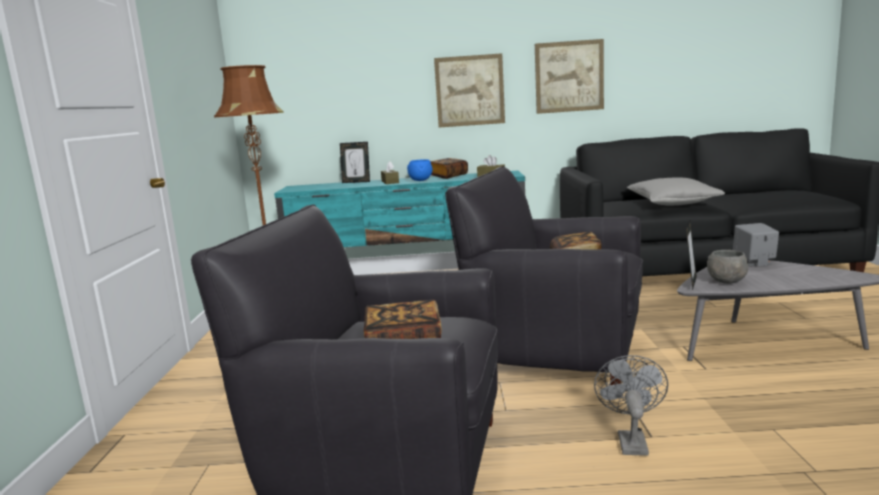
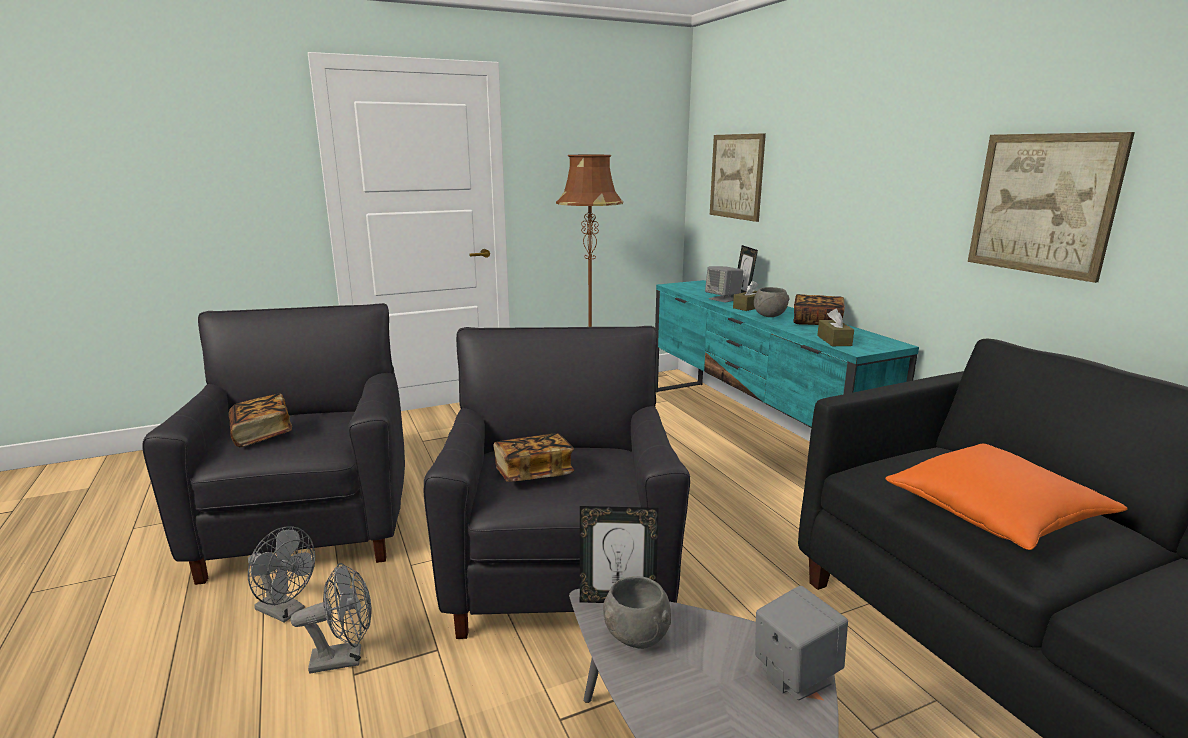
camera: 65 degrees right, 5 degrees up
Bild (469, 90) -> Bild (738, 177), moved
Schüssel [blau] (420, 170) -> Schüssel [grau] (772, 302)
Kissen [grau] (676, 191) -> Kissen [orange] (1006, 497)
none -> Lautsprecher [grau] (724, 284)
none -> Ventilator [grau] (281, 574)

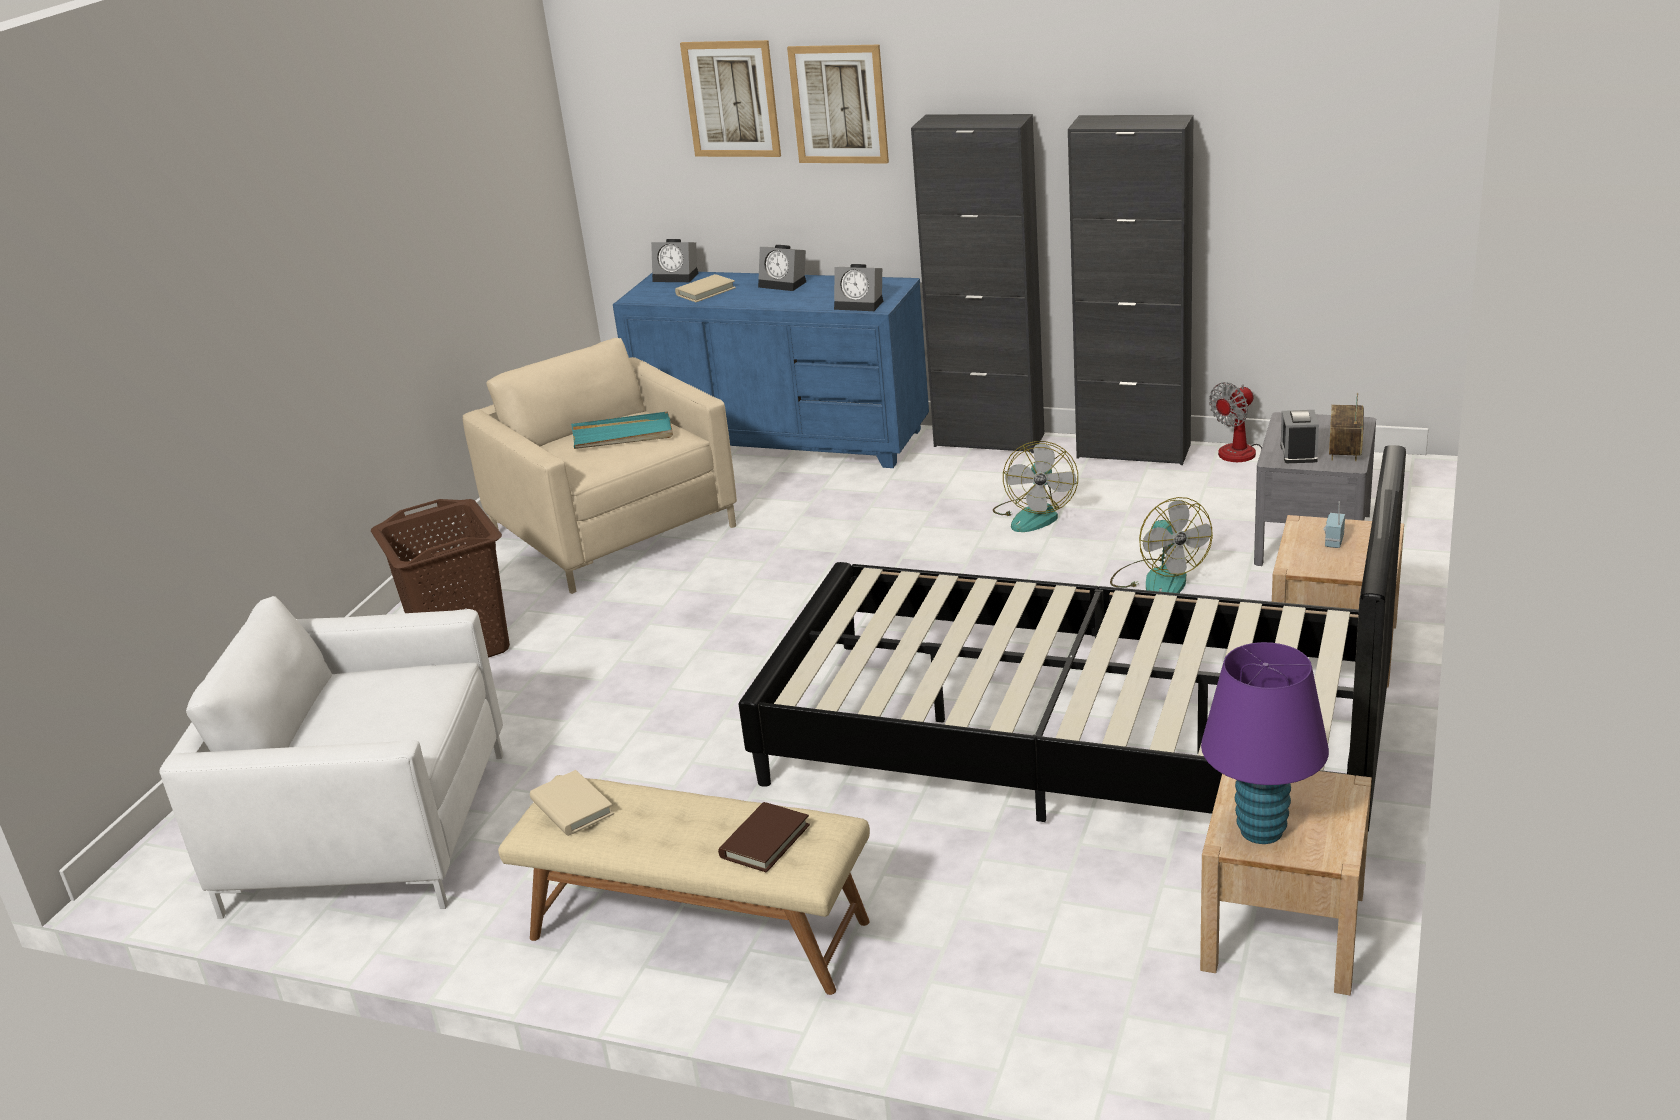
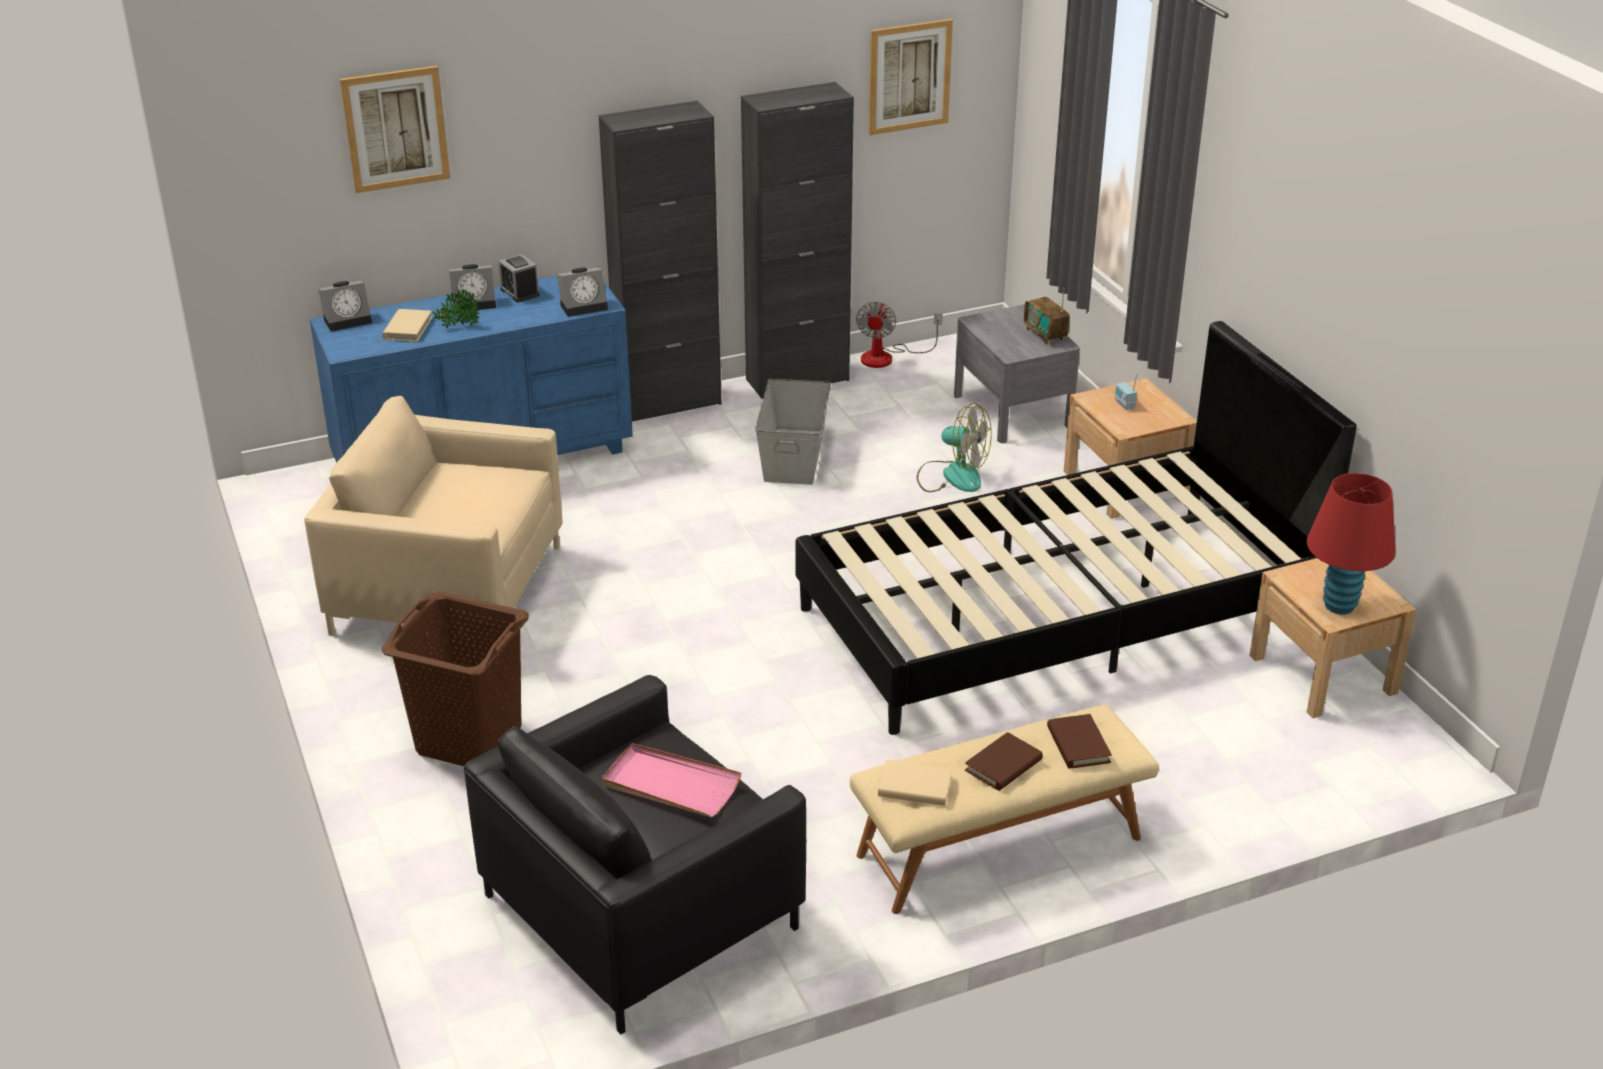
camera: 45 degrees left, 5 degrees up
Bild (838, 104) -> Bild (910, 77), moved
Wecker (1299, 436) -> Wecker (519, 278), moved
Tablett [türkis] (622, 430) -> none
Ventilator (1035, 486) -> Aufbewahrungsbox [grau] (793, 432)
Sessel [weiß] (331, 757) -> Sessel [schwarz] (635, 854)
Tischlampe [lila] (1265, 743) -> Tischlampe [rot] (1351, 543)
none -> Topfpflanze (456, 309)
none -> Buch [braun] (1004, 761)
none -> Tablett [rosa] (671, 780)

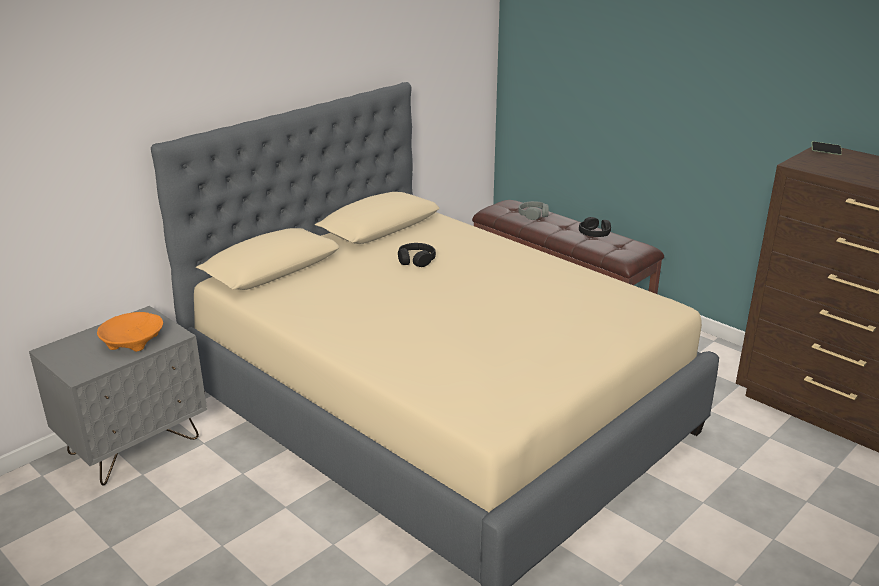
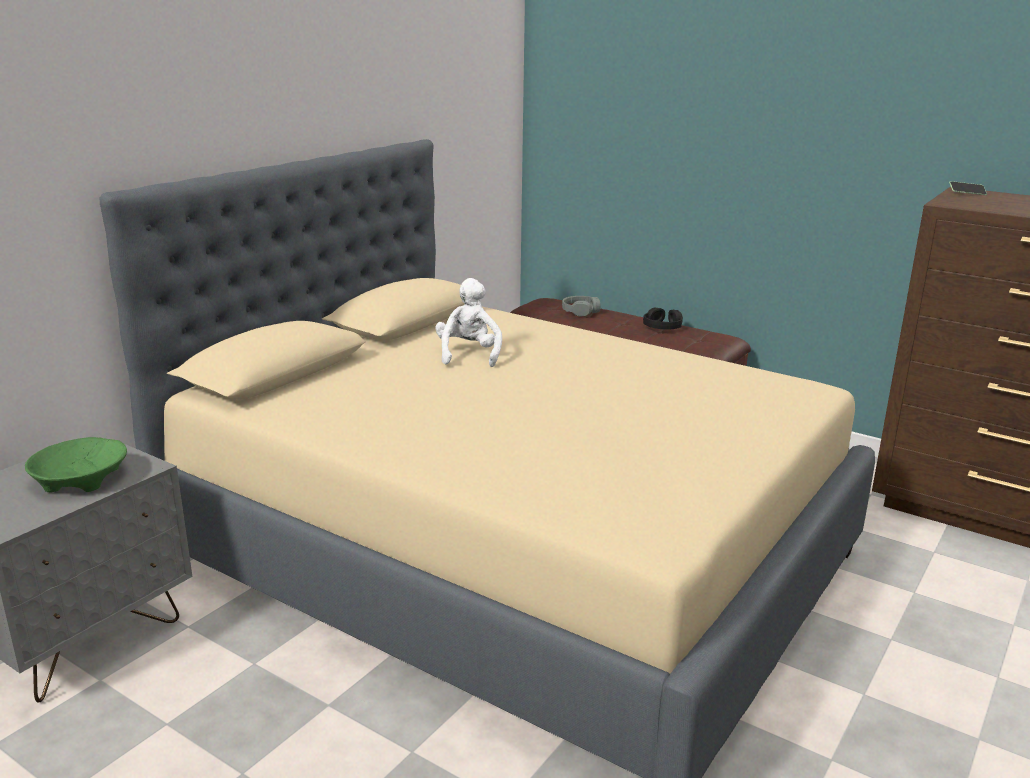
camera: 10 degrees left, 5 degrees down
Kopfhörer [schwarz] (417, 255) -> Plüschtier [weiß] (468, 322)
Schüssel [orange] (130, 332) -> Schüssel [grün] (76, 465)

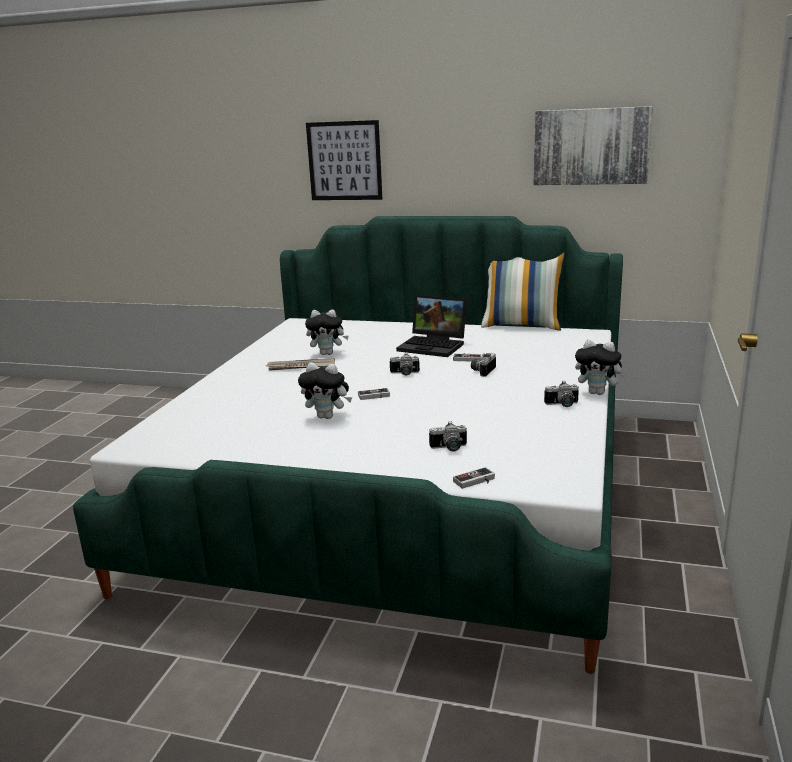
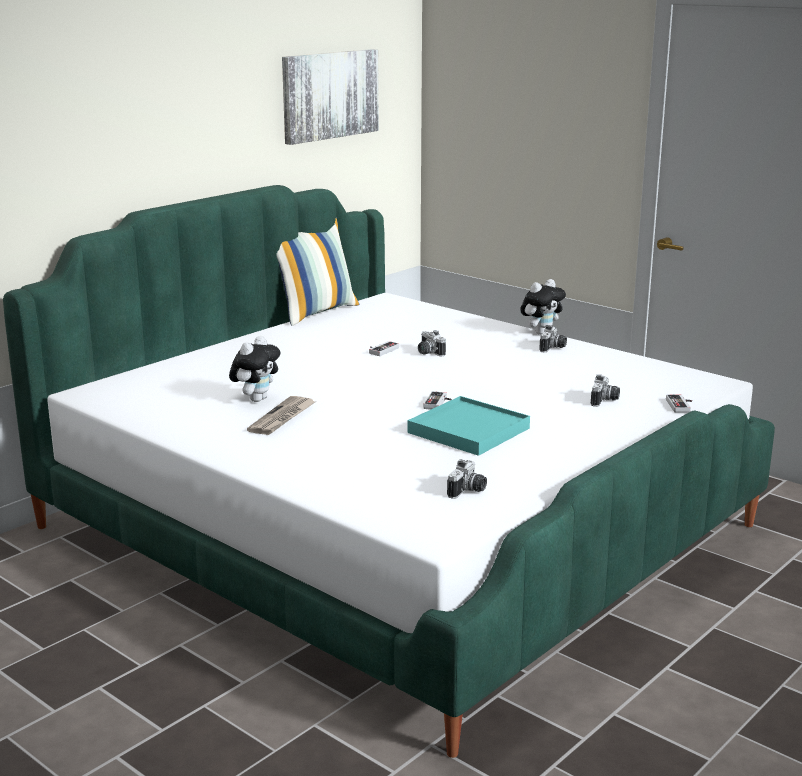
camera: 65 degrees left, 0 degrees up
Bild (344, 160) -> none
Laptop (431, 326) -> none
Kamera (405, 364) -> Kamera (467, 479), moved
Plüschtier (325, 390) -> Tablett [türkis] (469, 426)

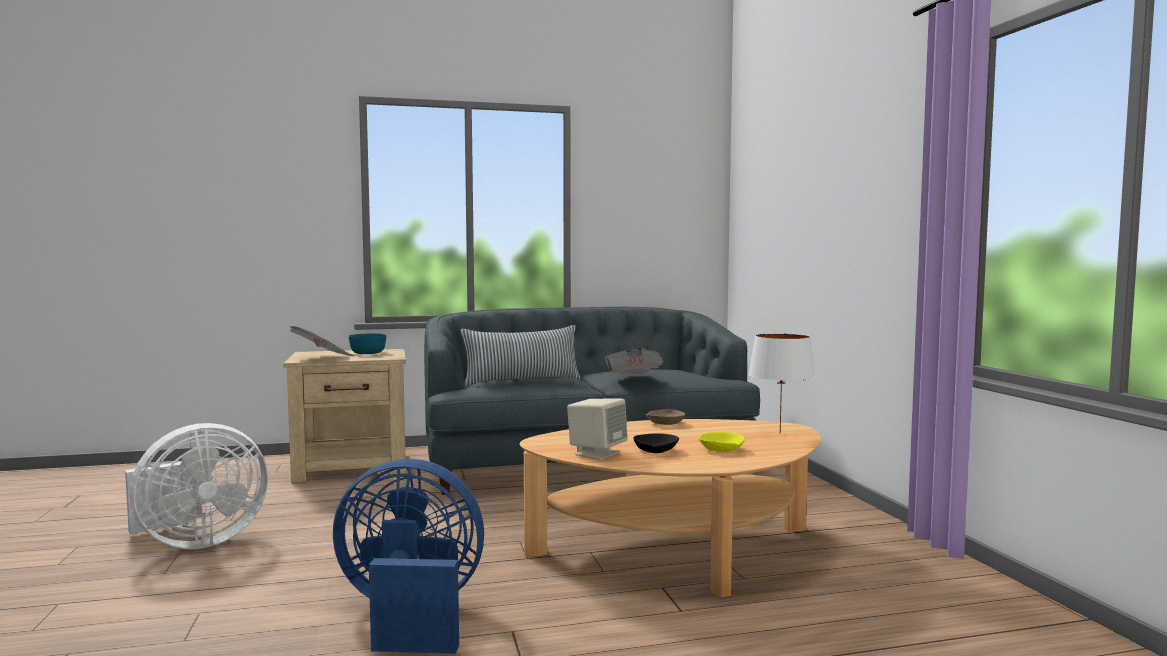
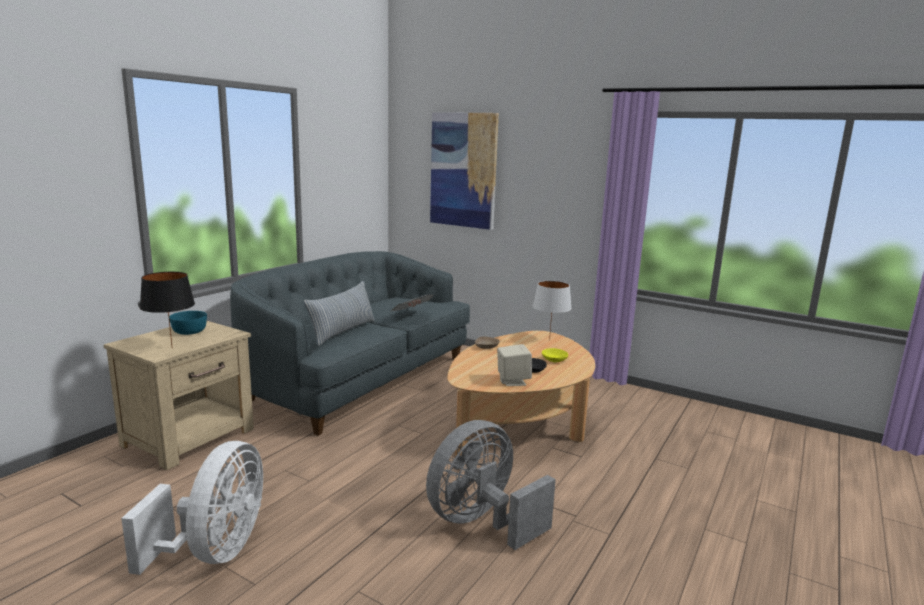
camera: 45 degrees left, 10 degrees up
Zeitung (322, 341) -> Tischlampe [schwarz] (167, 309)
Ventilator [blau] (408, 556) -> Ventilator [grau] (491, 485)
none -> Bild (464, 171)

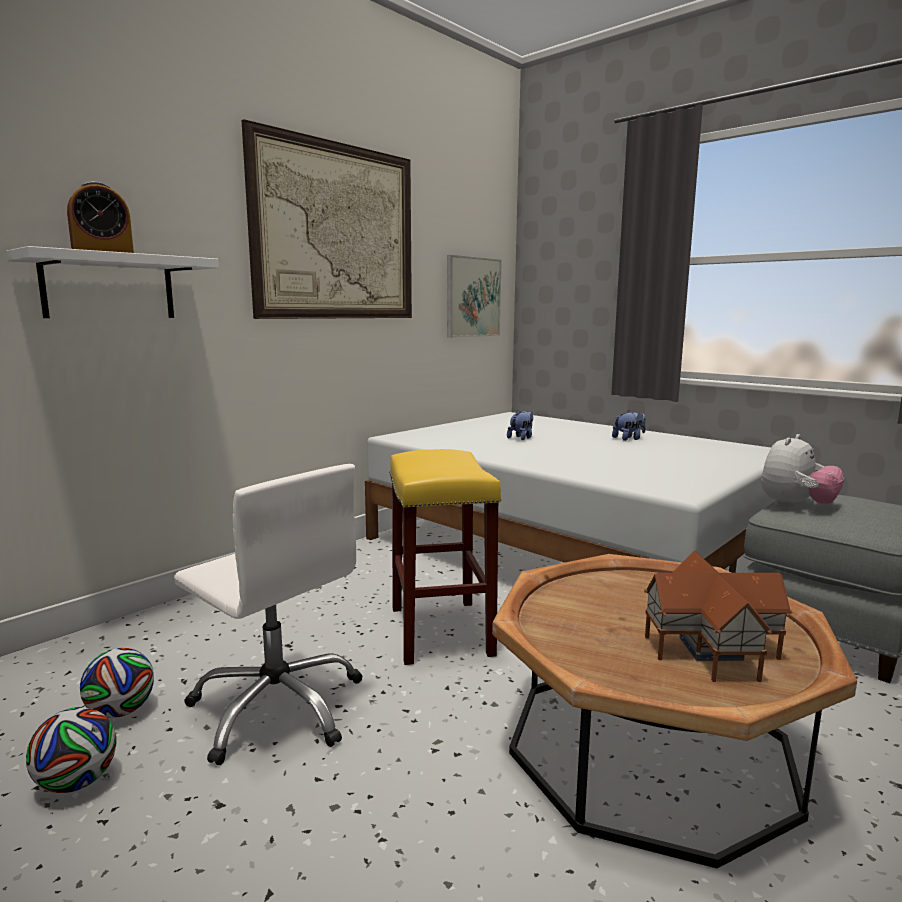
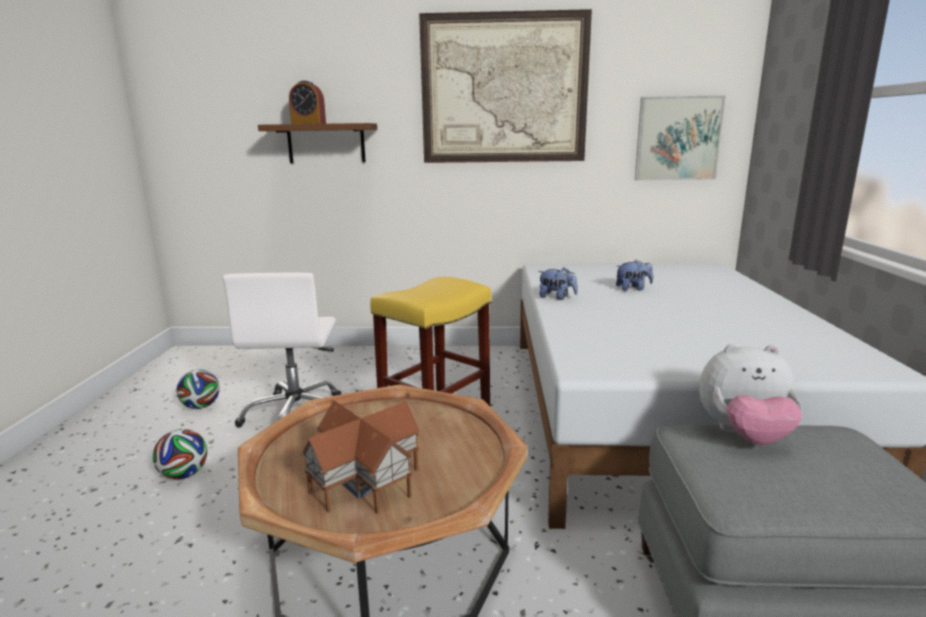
camera: 50 degrees right, 5 degrees up
Wandregal [weiß] (112, 282) -> Wandregal [braun] (317, 143)
Plüschtier (629, 425) -> Plüschtier (558, 284), moved
Fußball (117, 683) -> Fußball (180, 454), moved

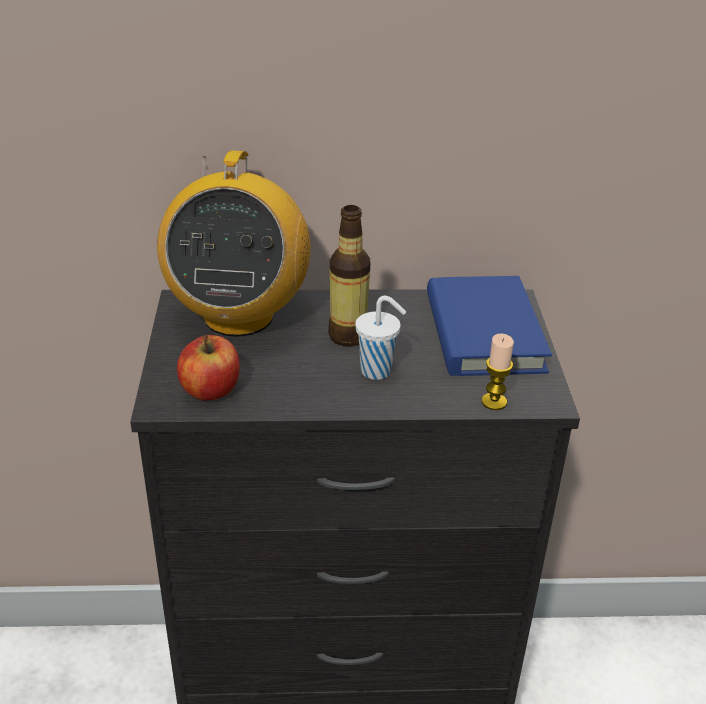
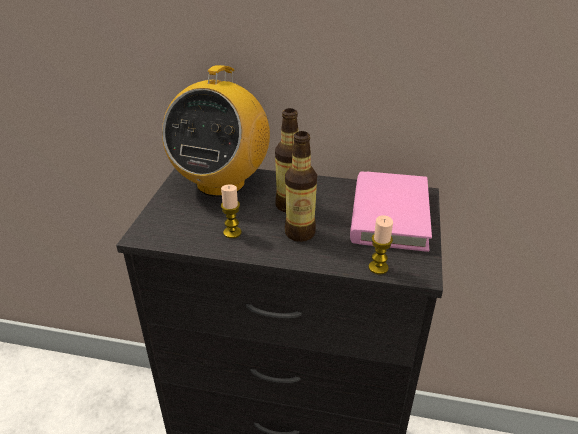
camera: 15 degrees right, 0 degrees up
Buch [blau] (489, 326) -> Buch [rosa] (391, 211)
Tasse [weiß] (380, 338) -> Flasche (301, 186)
Apfel (208, 368) -> none
none -> Kerze (231, 211)

